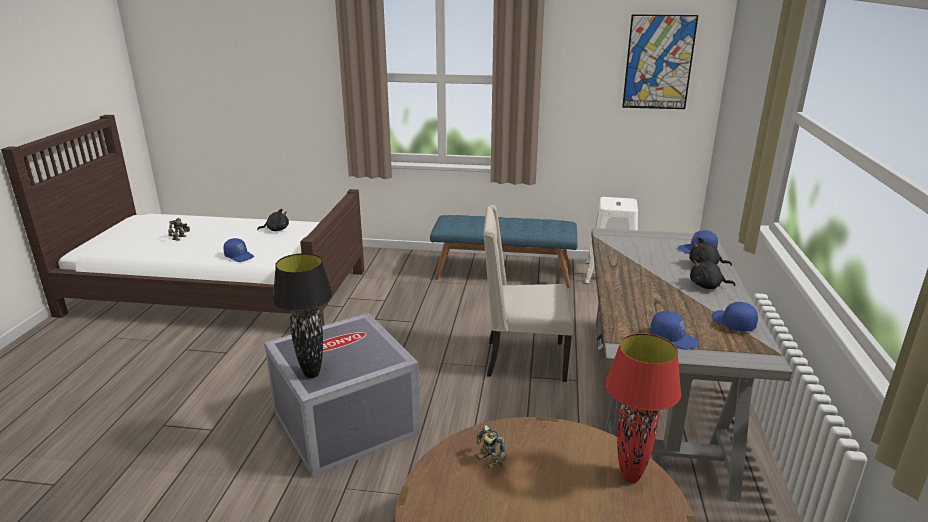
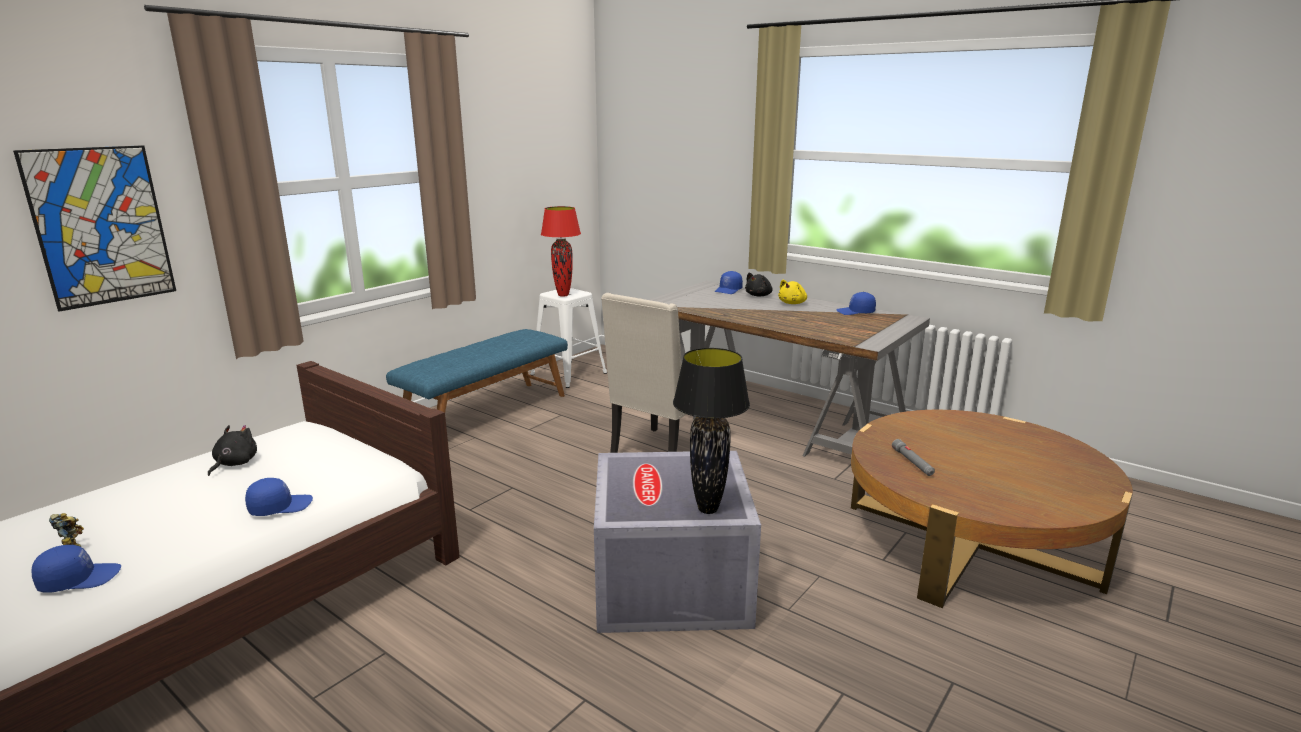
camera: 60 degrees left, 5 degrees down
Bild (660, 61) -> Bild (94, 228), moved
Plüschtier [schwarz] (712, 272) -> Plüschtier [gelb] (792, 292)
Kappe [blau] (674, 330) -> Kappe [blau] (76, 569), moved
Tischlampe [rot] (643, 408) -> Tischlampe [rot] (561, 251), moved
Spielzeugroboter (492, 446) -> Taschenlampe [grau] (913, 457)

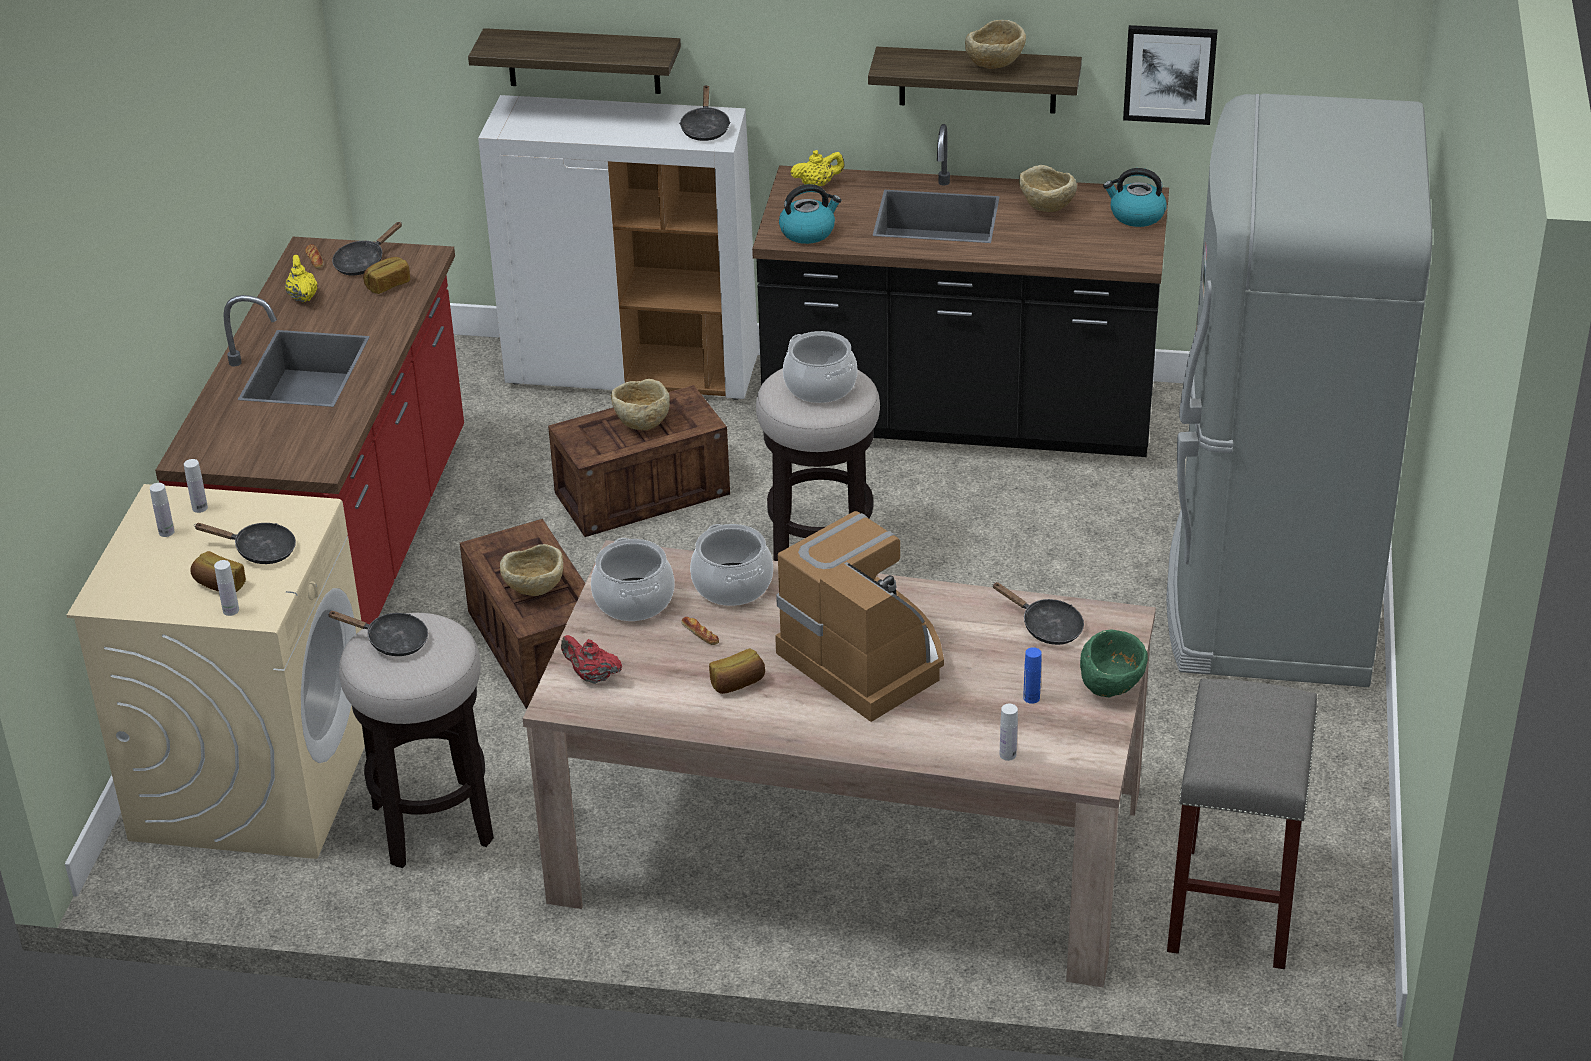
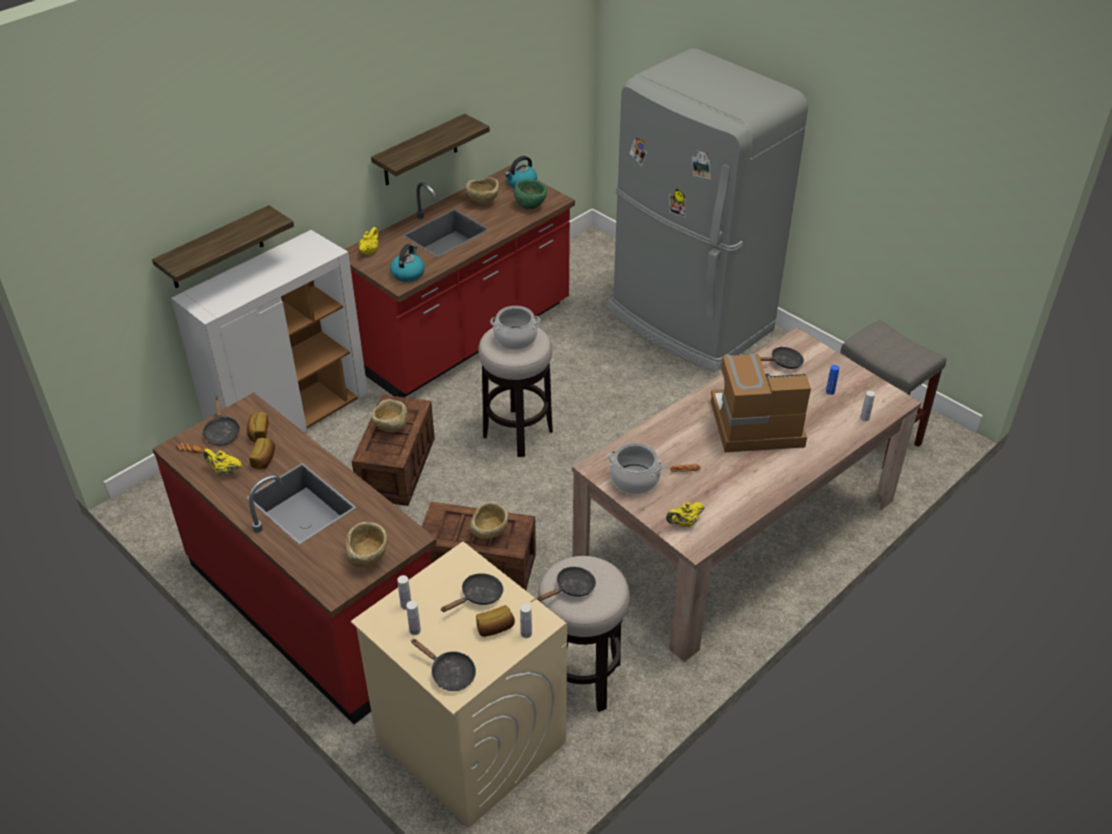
camera: 55 degrees left, 5 degrees up
Schüssel [beige] (995, 44) -> Schüssel [beige] (366, 544), moved
Bild (1170, 75) -> none
Pfanne [schwarz] (705, 113) -> Pfanne [schwarz] (443, 665), moved
Küchenzeile [schwarz] (960, 290) -> Küchenzeile [rot] (459, 281)
Kochtopf (731, 565) -> none
Schüssel [grün] (1114, 663) -> Schüssel [grün] (530, 194), moved
Teekanne [rot] (592, 659) -> Teekanne [gelb] (685, 514)
Brot (737, 671) -> Brot (262, 453), moved

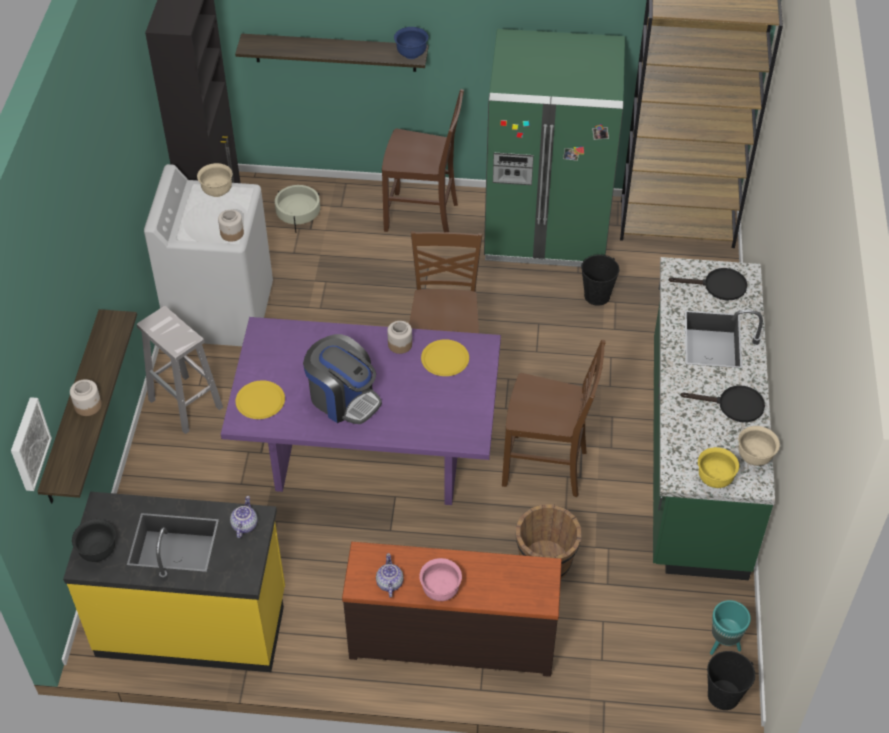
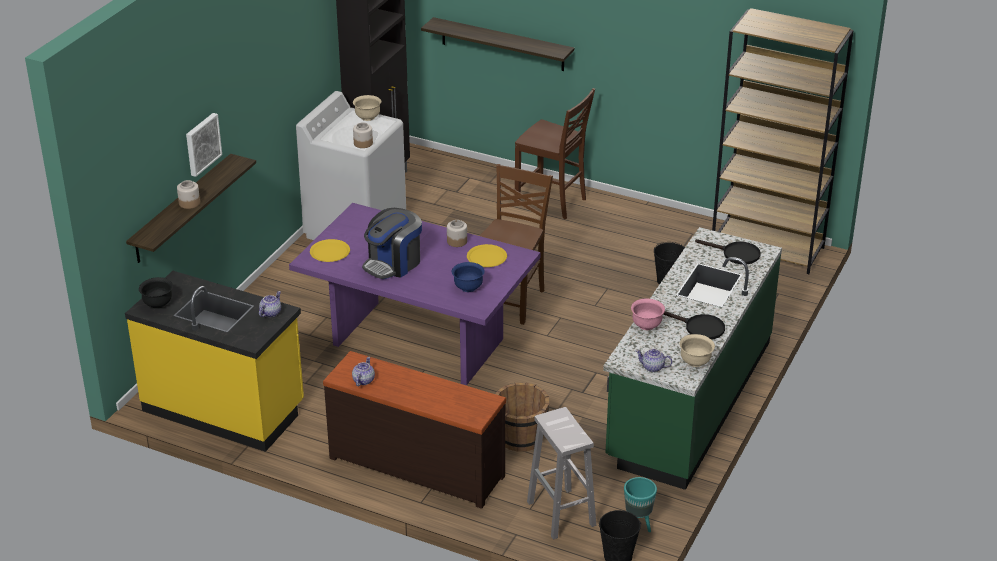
camera: 20 degrees right, 15 degrees down
Schüssel [blau] (411, 43) -> Schüssel [blau] (468, 277), moved
Kühlschrank [grün] (554, 148) -> none
Pflanzkübel [beige] (297, 209) -> none
Hocker [weiß] (180, 370) -> Hocker [weiß] (561, 473), moved
Kaffeemaschine (342, 379) -> Kaffeemaschine (392, 243), 75 degrees clockwise
Stuhl [braun] (554, 418) -> none
Bild (31, 444) -> Bild (204, 145), moved
Schüssel [gelb] (718, 467) -> Teekanne (654, 360)
Schüssel [rosa] (440, 579) -> Schüssel [rosa] (648, 314), moved

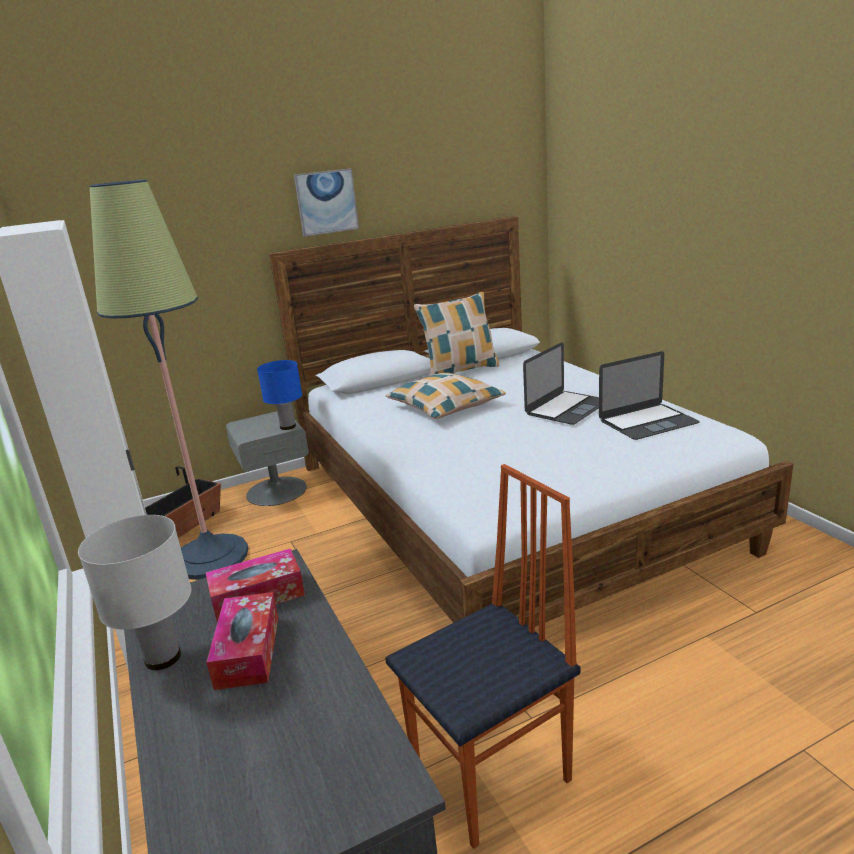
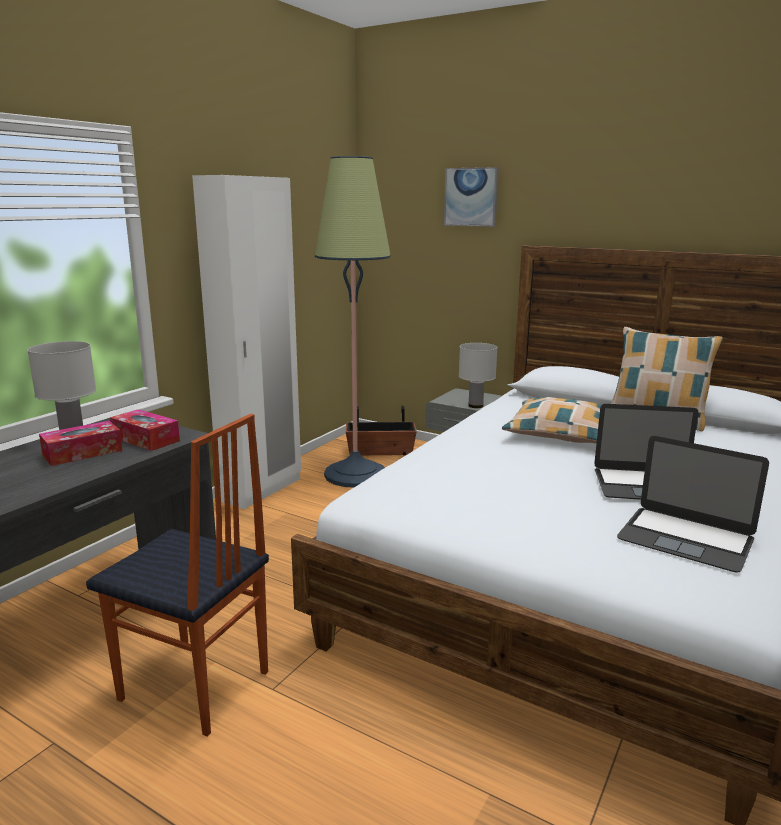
camera: 55 degrees right, 5 degrees down
Bild (326, 202) -> Bild (471, 197), moved
Tischlampe [blau] (279, 395) -> Tischlampe [weiß] (478, 375)

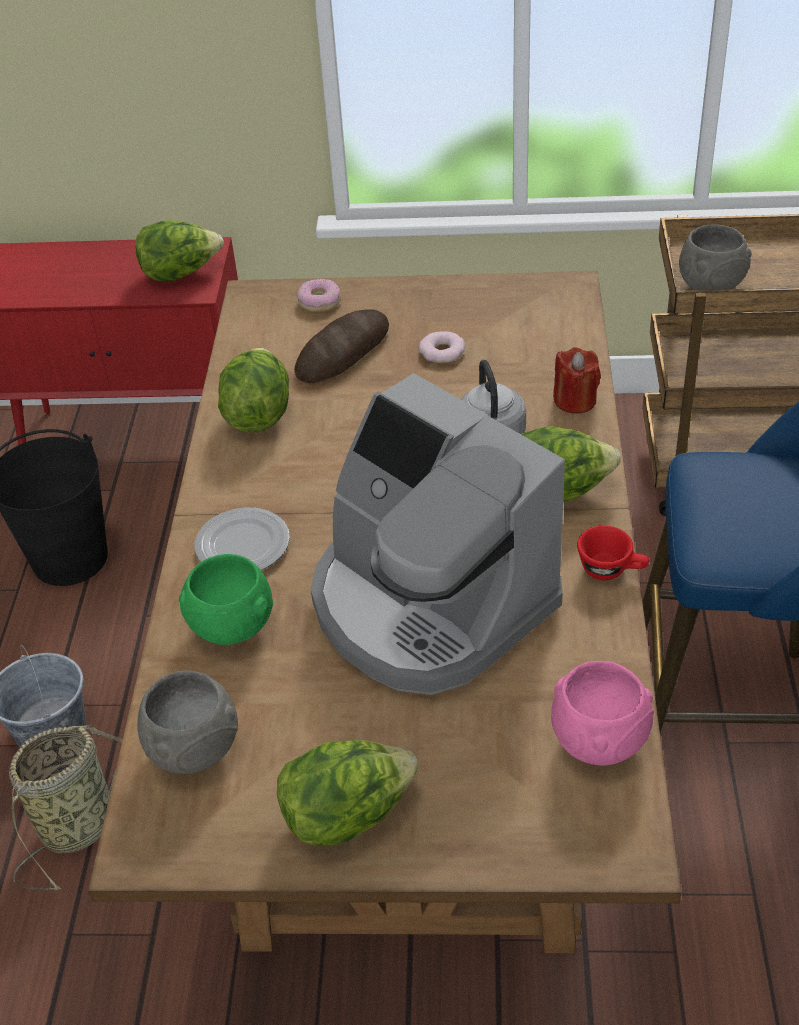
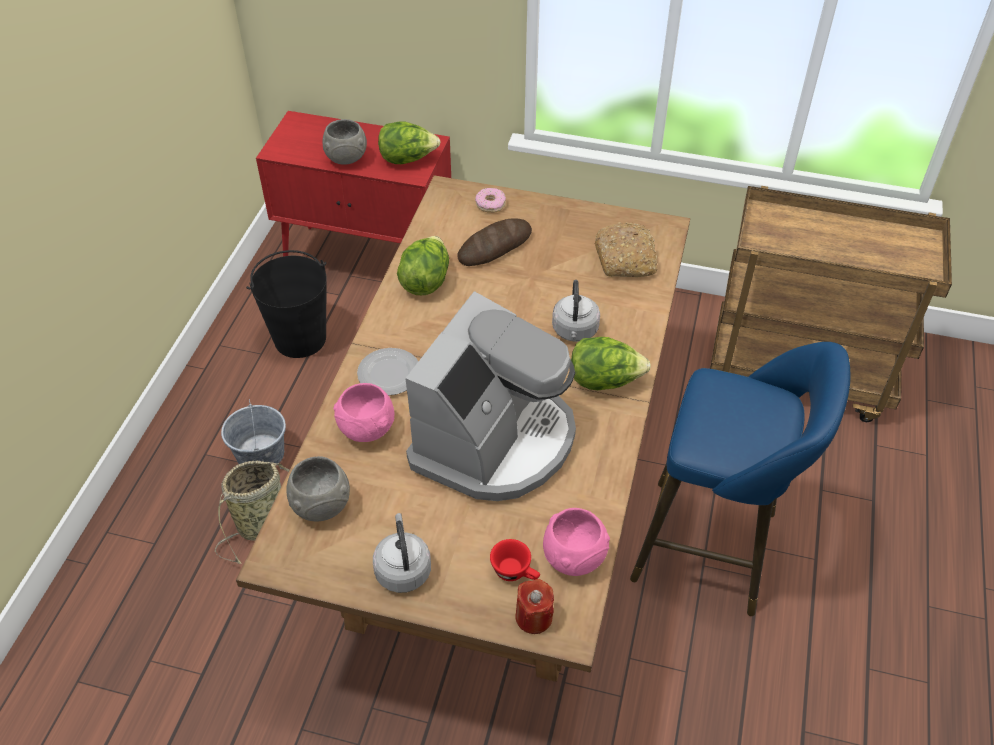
camera: 10 degrees right, 5 degrees up
Schüssel [grau] (715, 257) -> Schüssel [grau] (344, 142), moved
Donut (442, 347) -> none
Kerze [rot] (577, 380) -> Kerze [rot] (534, 606), moved
Kaffeemaschine (438, 534) -> Kaffeemaschine (490, 396), 120 degrees counterclockwise
Tasse [rot] (613, 552) -> Tasse [rot] (515, 560), moved
Schüssel [grün] (226, 599) -> Schüssel [rosa] (363, 412)
Salatkopf (348, 793) -> Wasserkessel [grau] (402, 553)
none -> Brot (625, 249)

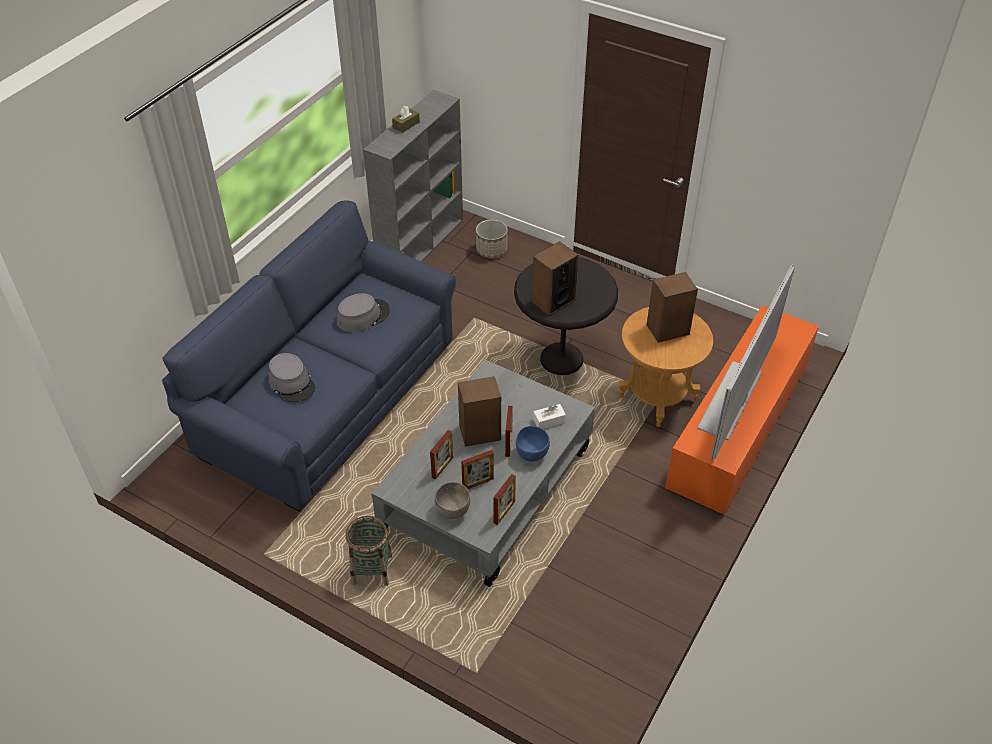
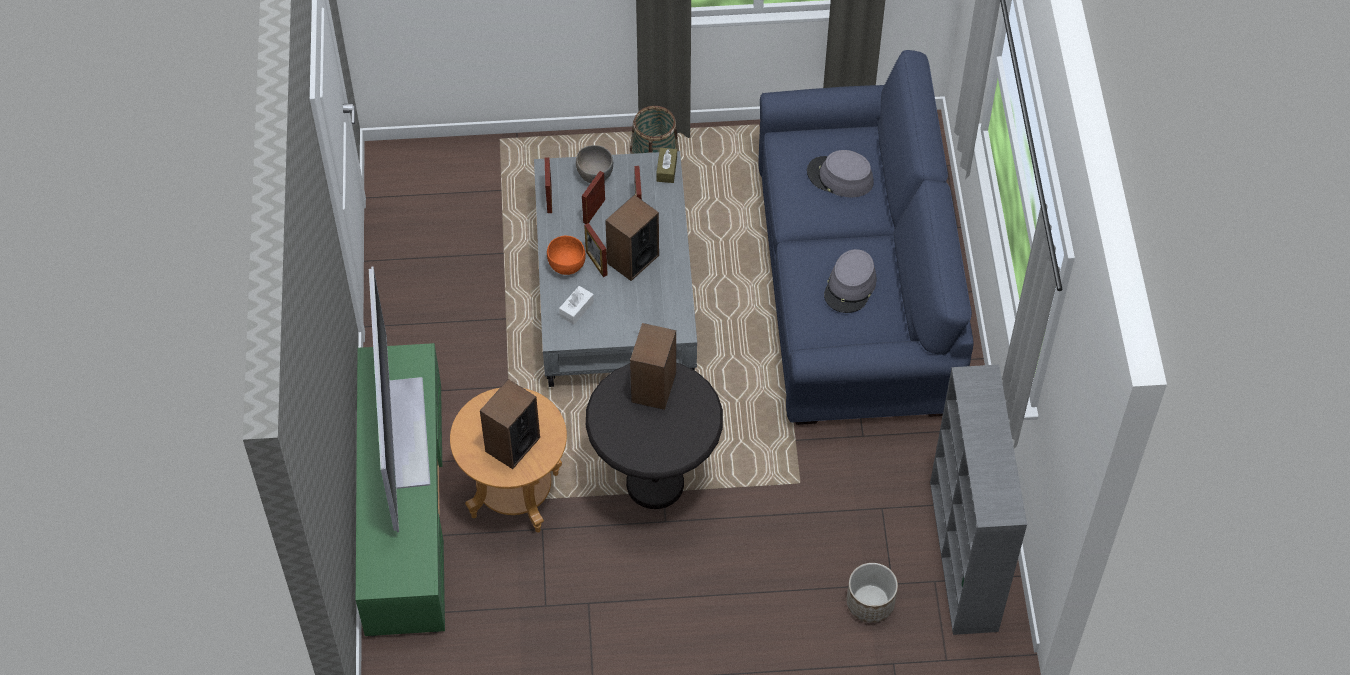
camera: 145 degrees right, 10 degrees up
Taschentuchbox [braun] (406, 119) -> Taschentuchbox [braun] (666, 165), moved
Fernsehschrank [orange] (742, 410) -> Fernsehschrank [grün] (400, 490)
Schüssel [blau] (533, 444) -> Schüssel [orange] (566, 255)

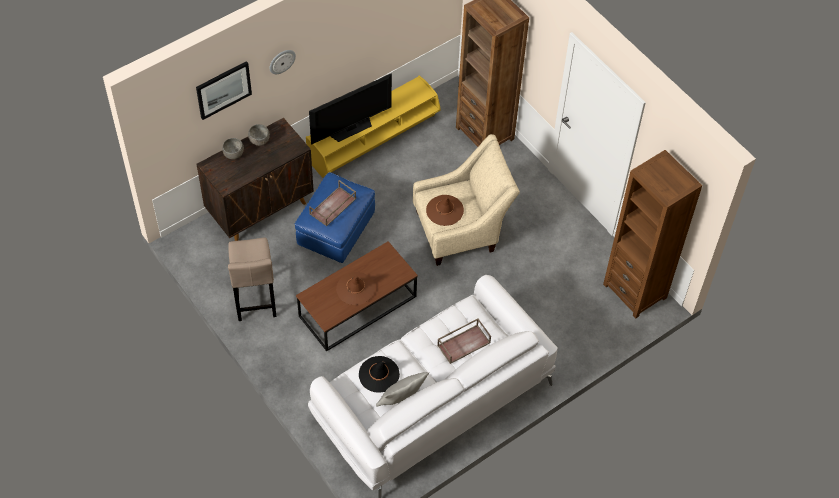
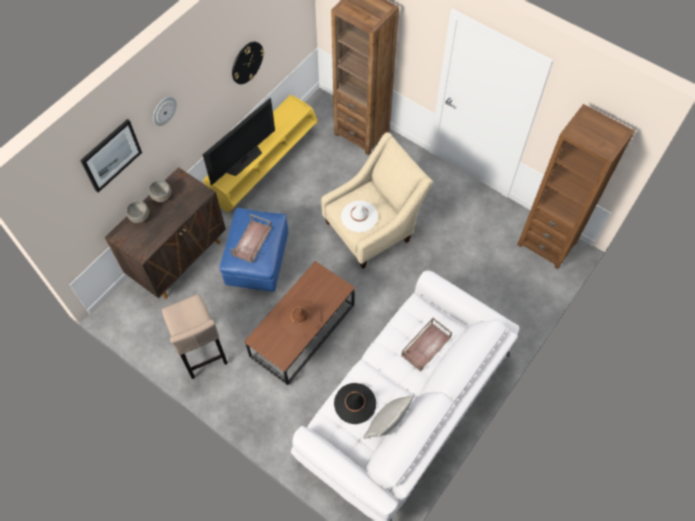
camera: 15 degrees left, 5 degrees up
Hut [braun] (445, 210) -> Hut [weiß] (359, 216)
none -> Wanduhr (248, 63)

